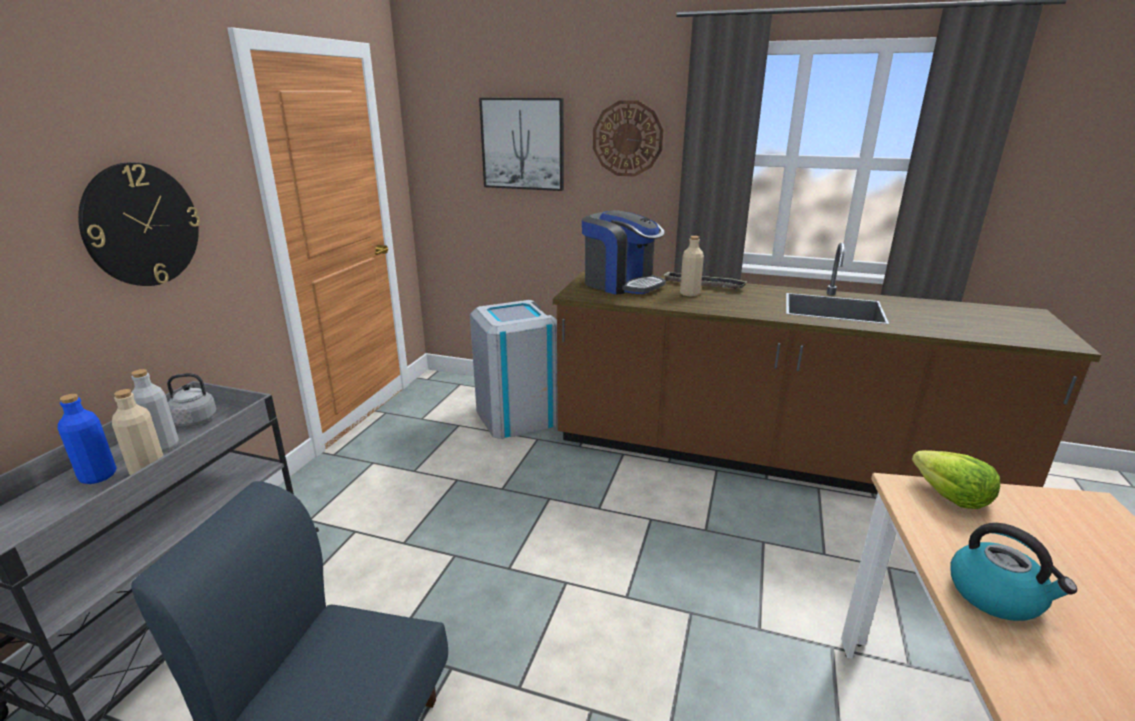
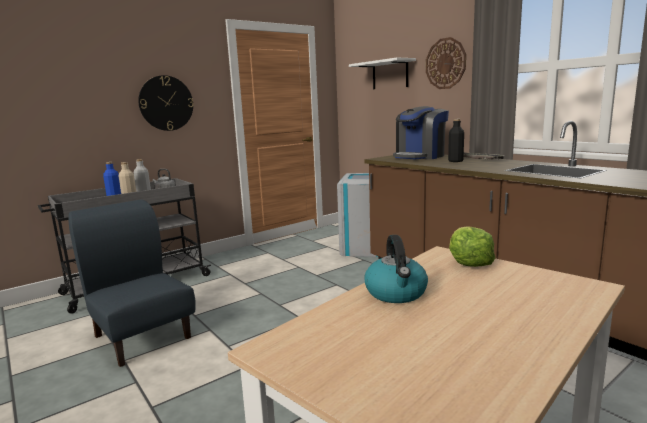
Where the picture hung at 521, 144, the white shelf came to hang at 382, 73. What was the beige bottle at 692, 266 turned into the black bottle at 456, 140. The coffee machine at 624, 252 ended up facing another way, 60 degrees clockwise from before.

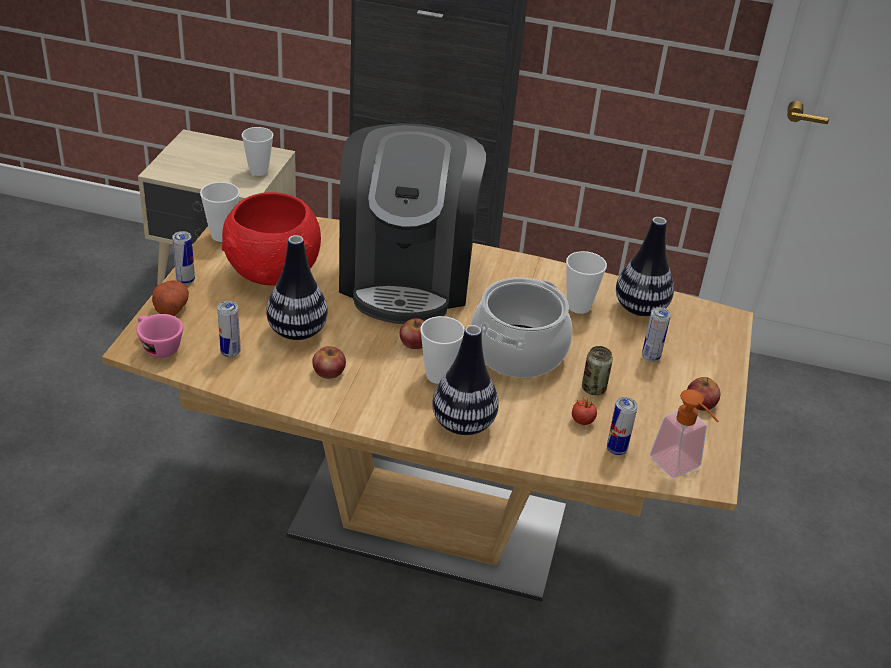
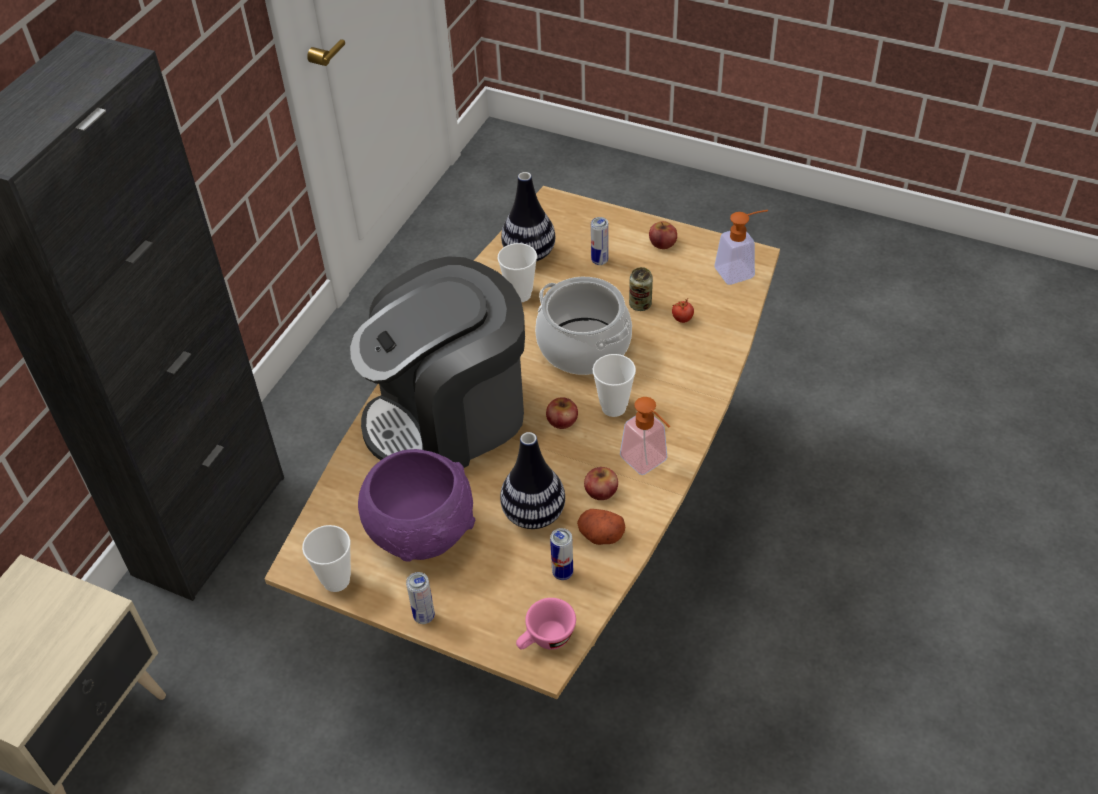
The second view lost the cup at 257, 151. The second view lost the vase at 465, 380. The second view lost the can at 622, 426. The second view gained the soap dispenser at 645, 436. The potato ended up elsewhere, having gone from 170, 298 to 601, 527. What was the red bowl at 271, 239 turned into the purple bowl at 416, 505. The coffee machine at 412, 223 ended up facing another way, 135 degrees clockwise from before.

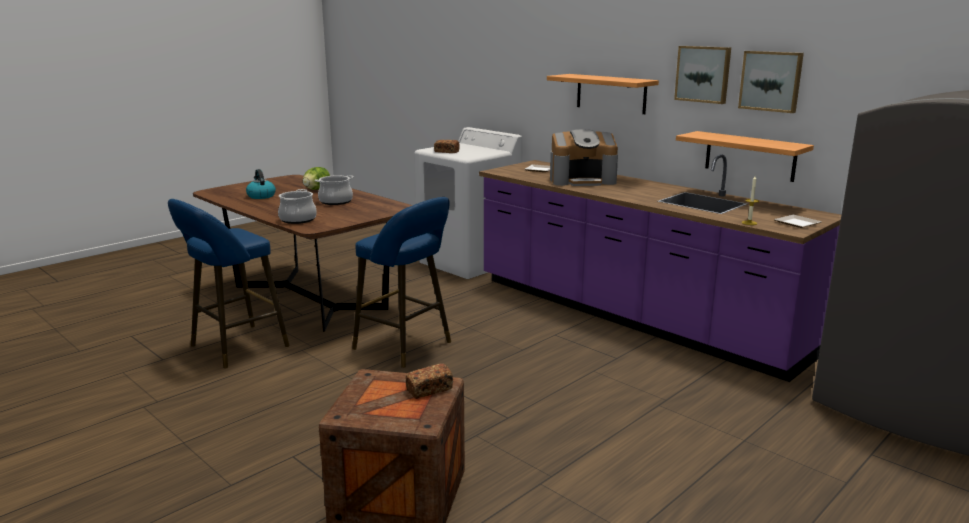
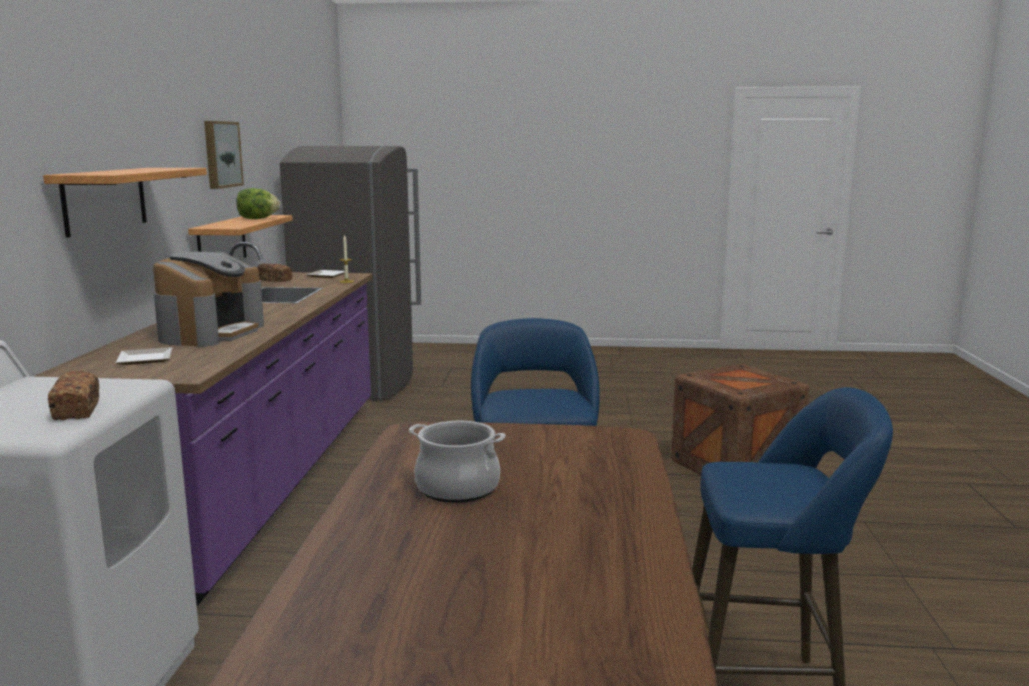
The second view lost the kettle at 261, 184. The second view lost the cooking pot at 297, 206. The second view lost the picture at 702, 75. The lettuce ended up elsewhere, having gone from 316, 178 to 258, 203. The bread ended up elsewhere, having gone from 429, 381 to 274, 272. The coffee machine at 584, 157 ended up facing another way, 60 degrees clockwise from before.

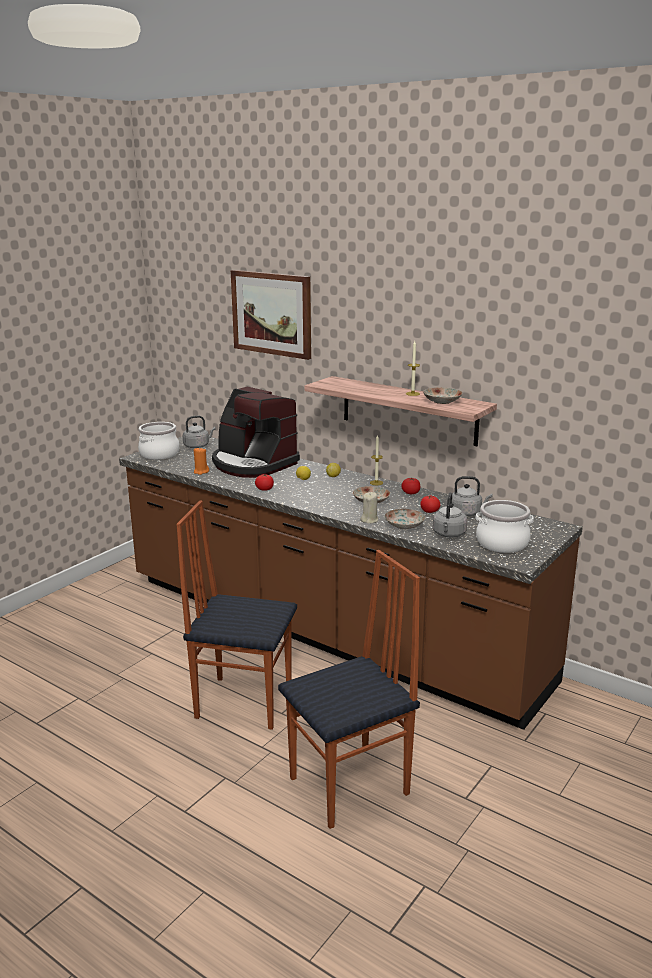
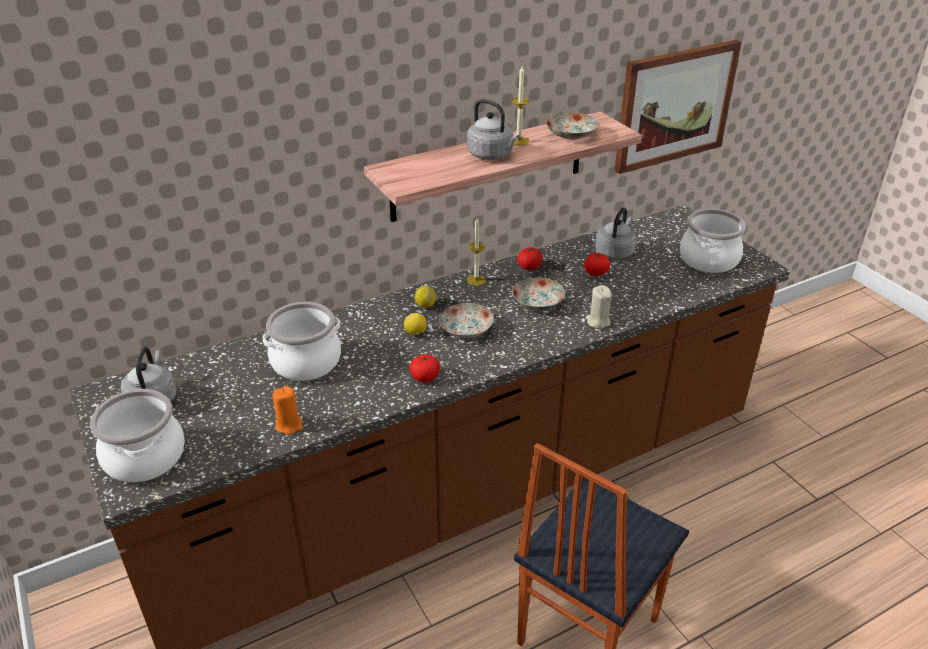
The second view lost the chair at 349, 689. The picture ended up elsewhere, having gone from 271, 315 to 678, 107. The plate ended up elsewhere, having gone from 405, 519 to 466, 320. The grey kettle ended up elsewhere, having gone from 450, 514 to 493, 129. Where the coffee machine stood at 256, 432, the cooking pot came to stand at 302, 341.

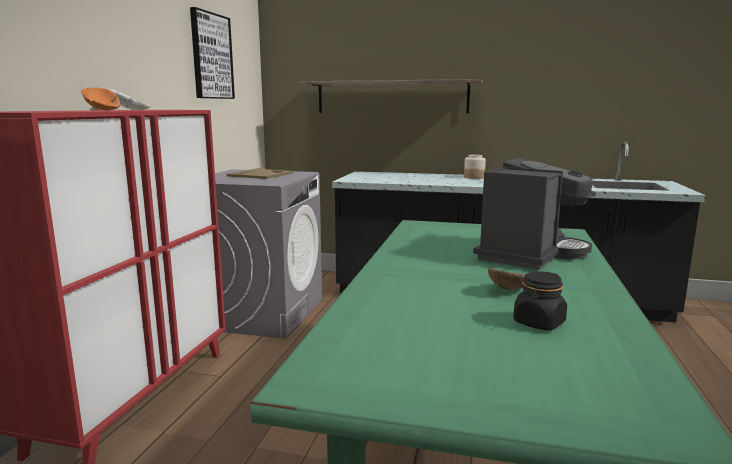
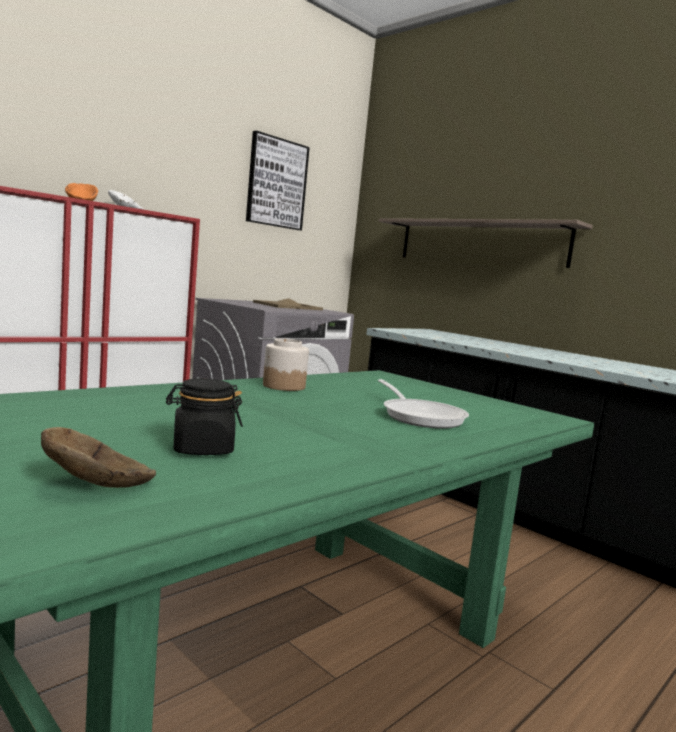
The jar ended up elsewhere, having gone from 475, 167 to 286, 364. The brown bowl ended up elsewhere, having gone from 506, 279 to 98, 457. Where the coffee machine stood at 534, 214, the frying pan came to stand at 423, 404.

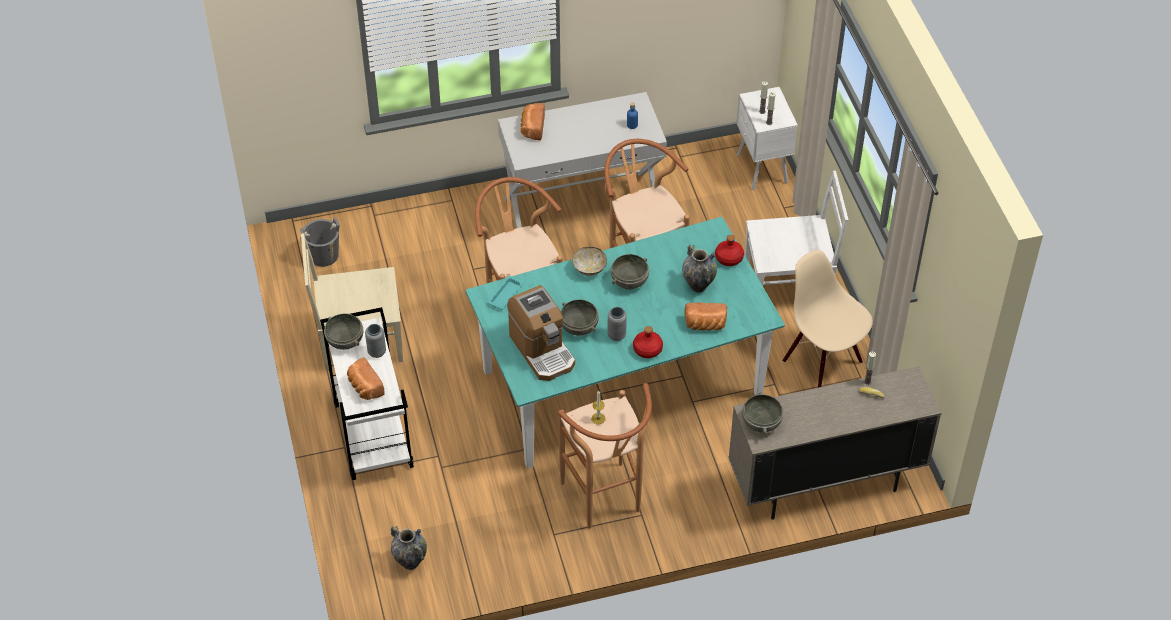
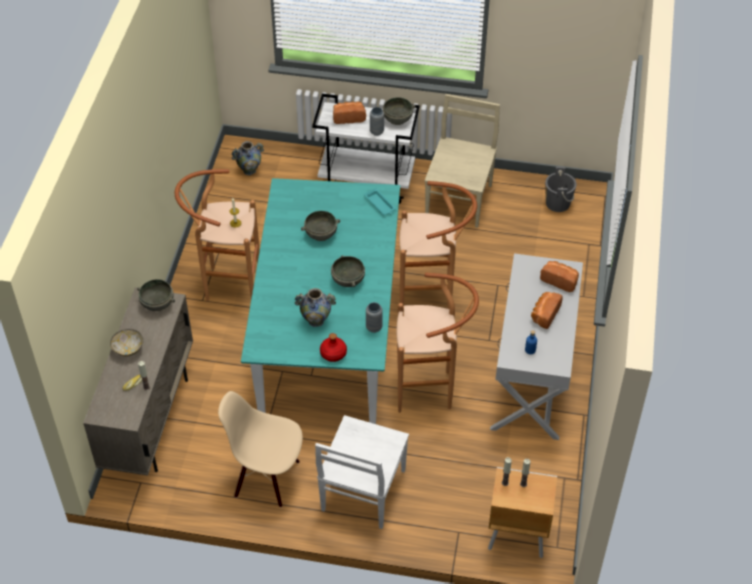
The second view lost the coffee machine at 541, 333. The second view lost the red bottle at 648, 342. The bowl ended up elsewhere, having gone from 589, 261 to 126, 343. The grey vase ended up elsewhere, having gone from 617, 324 to 374, 317. The bread ended up elsewhere, having gone from 706, 317 to 547, 310. What was the white nightstand at 767, 138 turned into the brown nightstand at 522, 512. The beige chair at 827, 319 ended up facing another way, 150 degrees counterclockwise from before.

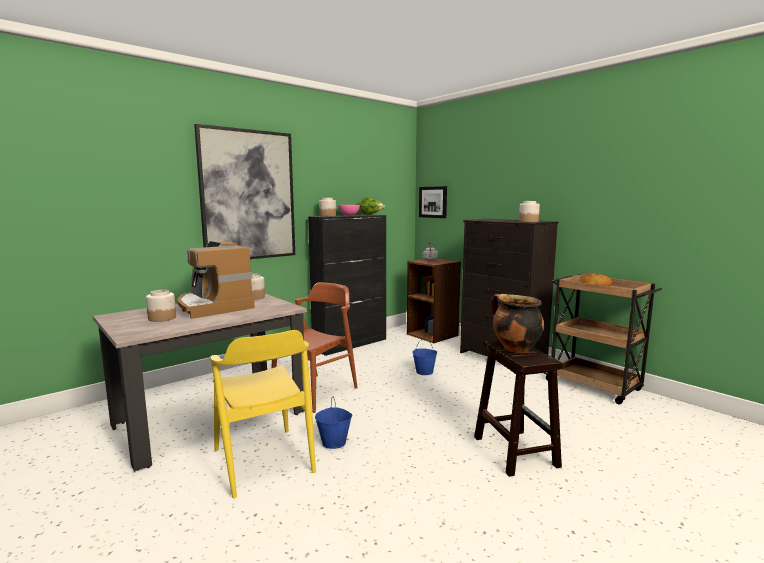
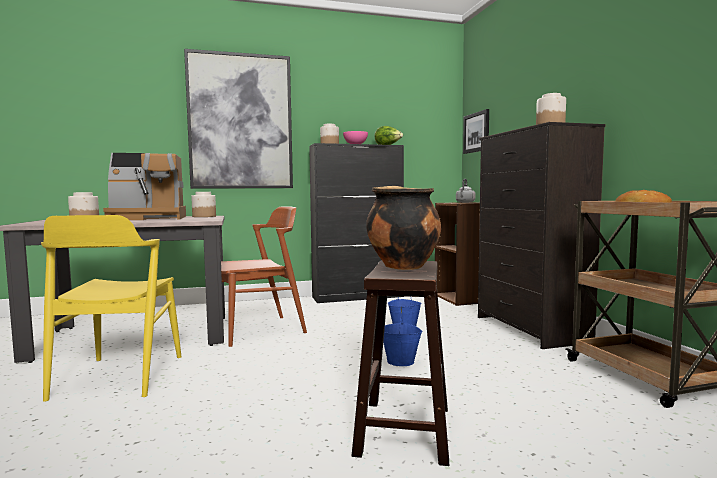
The blue bucket ended up elsewhere, having gone from 334, 422 to 402, 336. The coffee machine at 216, 280 ended up facing another way, 90 degrees counterclockwise from before.

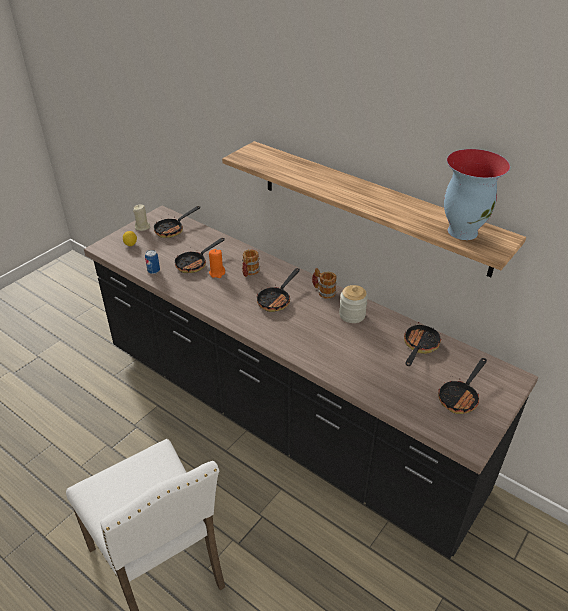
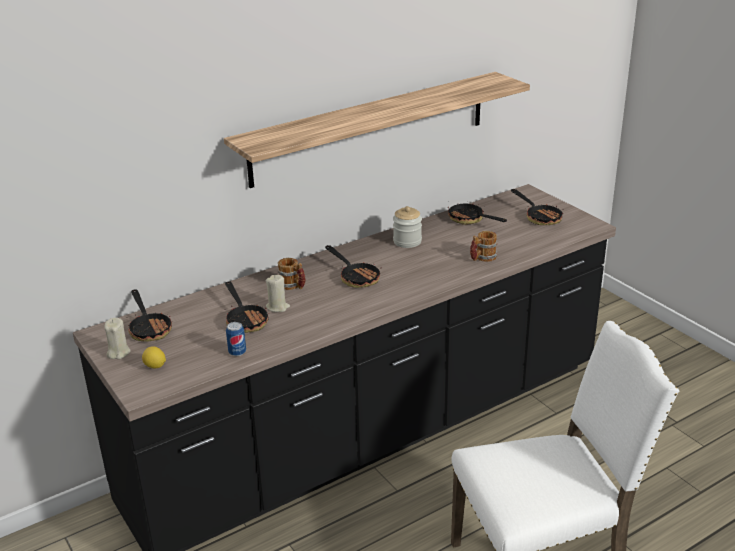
The second view lost the vase at 477, 194. The mug ended up elsewhere, having gone from 324, 283 to 483, 246. What was the orange candle at 217, 263 turned into the beige candle at 278, 293.

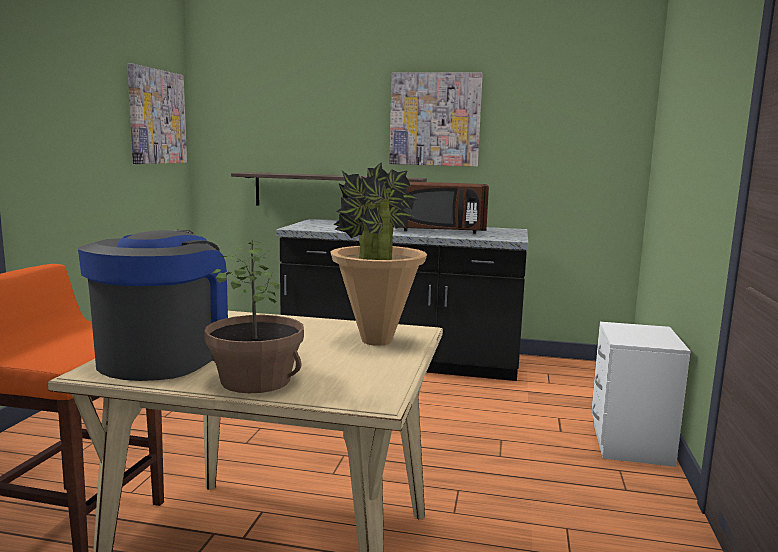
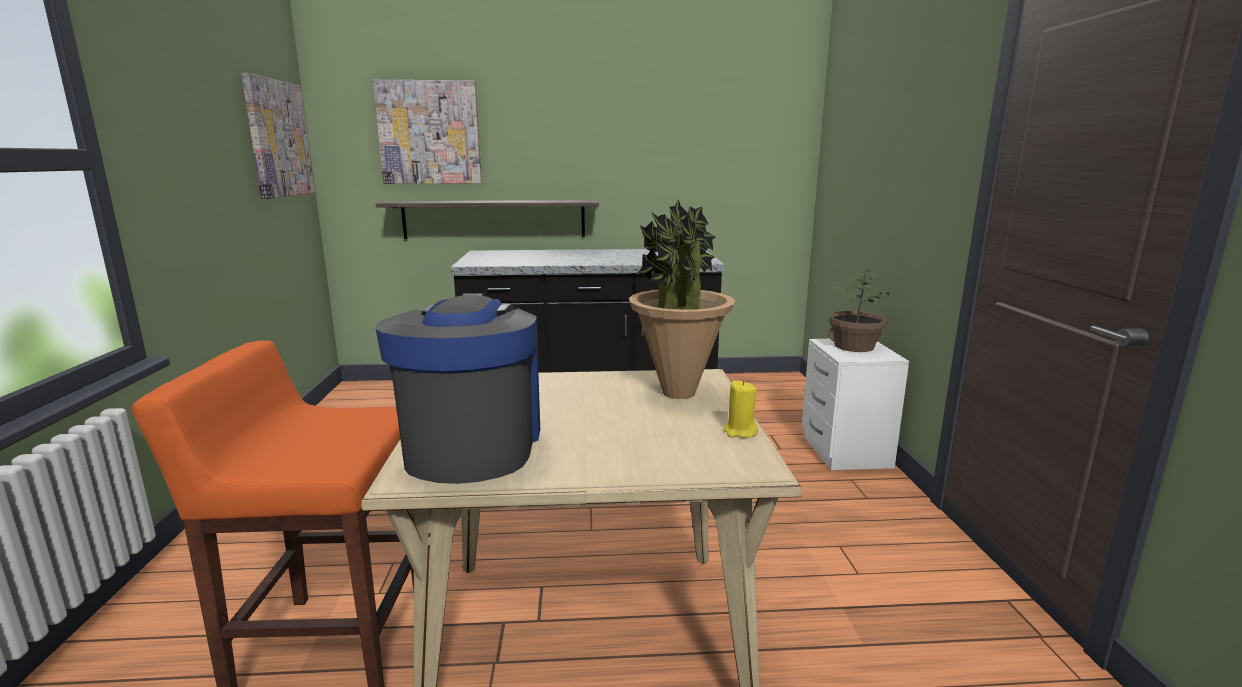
The second view lost the brown microwave at 441, 208. The second view gained the yellow candle at 740, 409. The potted plant ended up elsewhere, having gone from 254, 316 to 858, 310. The picture ended up elsewhere, having gone from 436, 119 to 427, 132.

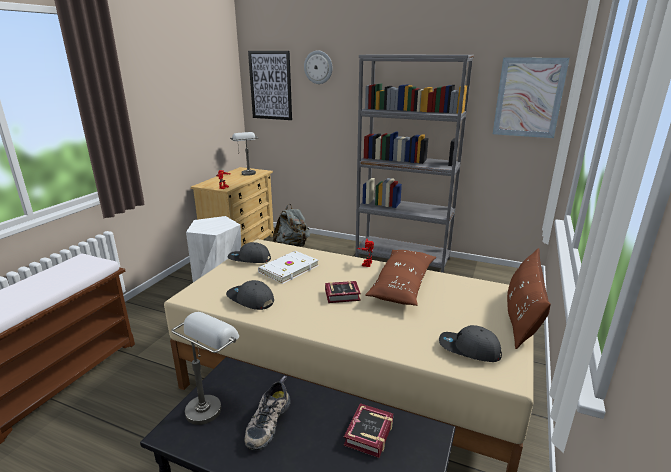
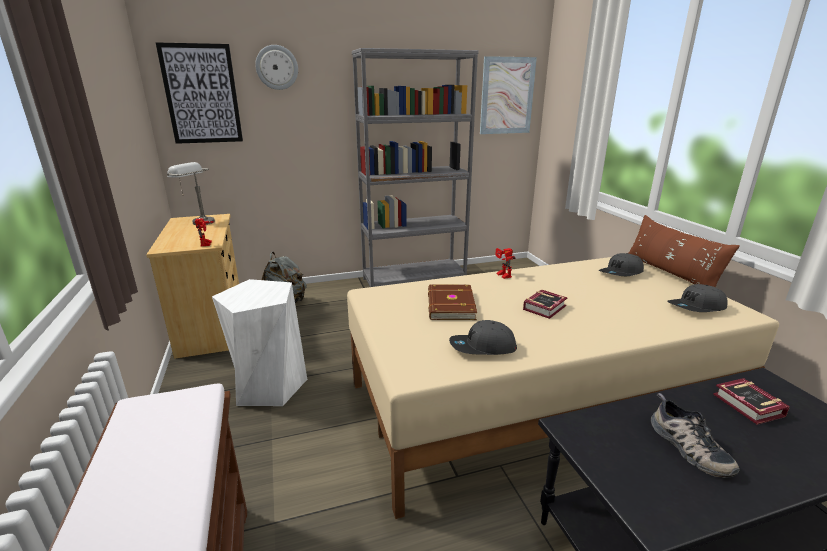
The second view lost the grey table lamp at 205, 368. The second view lost the brown pillow at 400, 278. The grey cap ended up elsewhere, having gone from 249, 252 to 621, 264. What was the white book at 288, 267 turned into the brown book at 452, 302.

